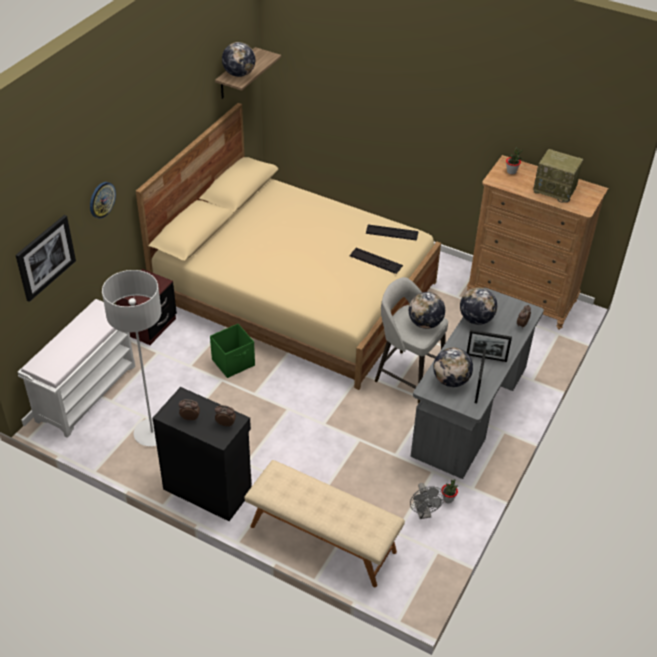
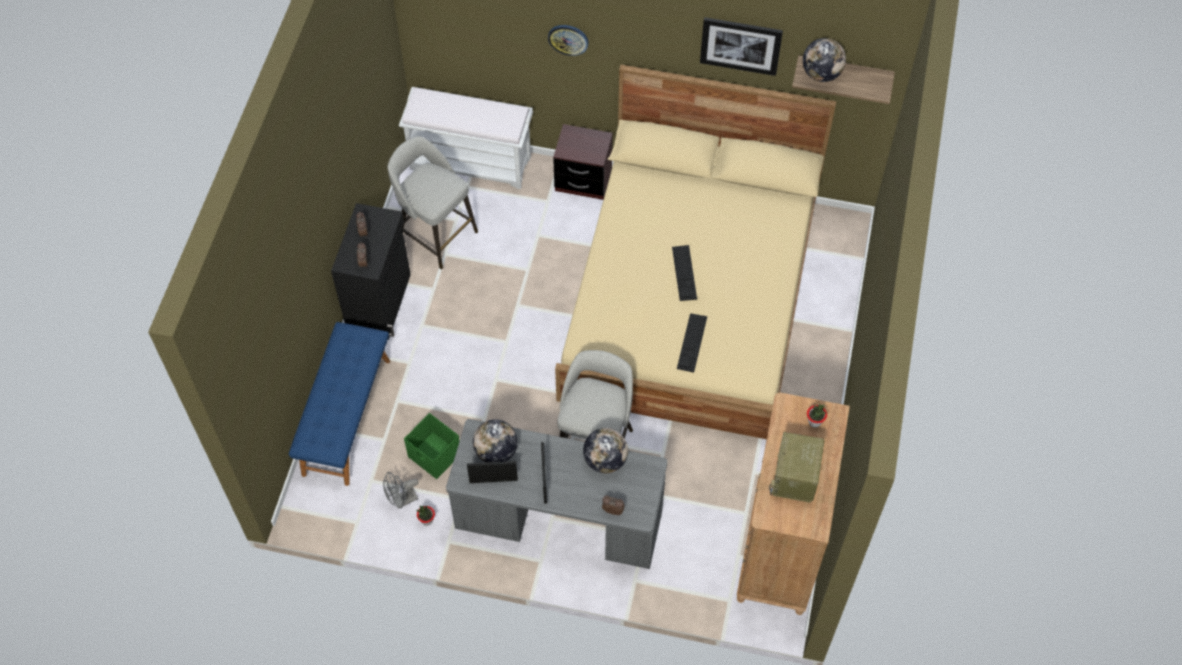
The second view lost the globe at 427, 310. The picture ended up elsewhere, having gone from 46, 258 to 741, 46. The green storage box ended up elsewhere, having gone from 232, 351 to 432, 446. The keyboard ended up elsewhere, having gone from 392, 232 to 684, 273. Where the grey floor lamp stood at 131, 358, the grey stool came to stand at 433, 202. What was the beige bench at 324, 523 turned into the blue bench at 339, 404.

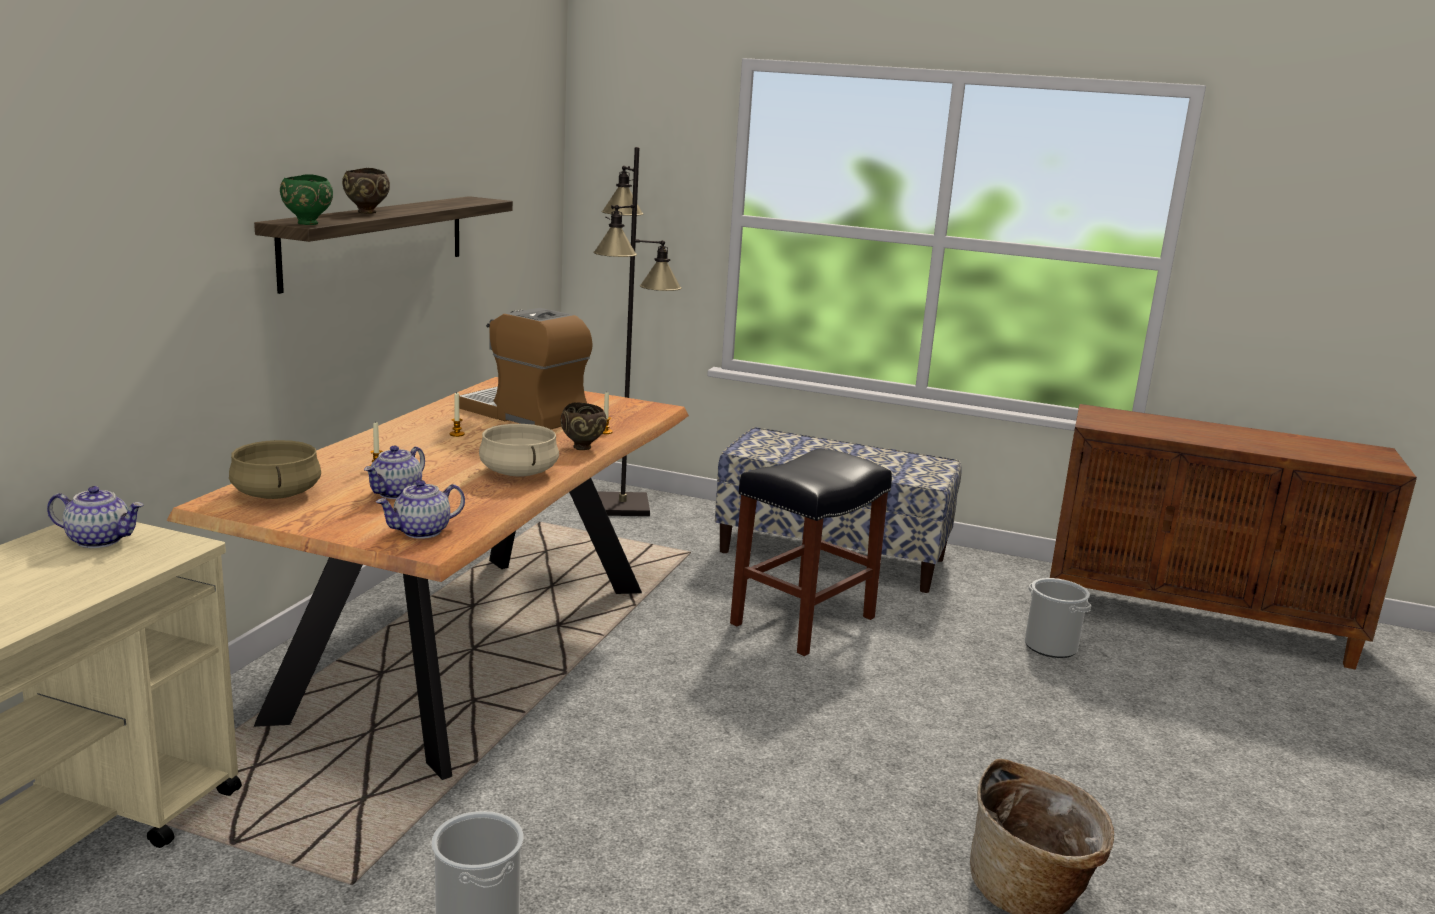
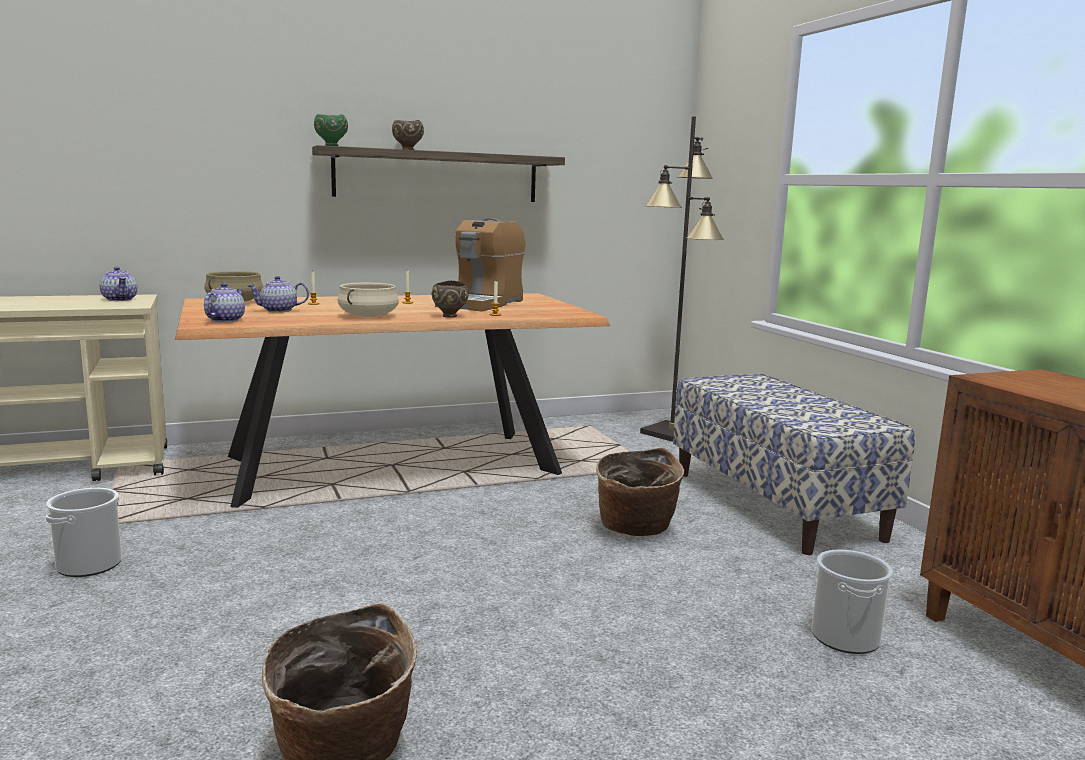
Where the black stool stood at 811, 552, the basket came to stand at 640, 492. The teapot at 420, 509 ended up facing another way, 90 degrees clockwise from before. The coffee machine at 526, 368 ended up facing another way, 150 degrees counterclockwise from before.

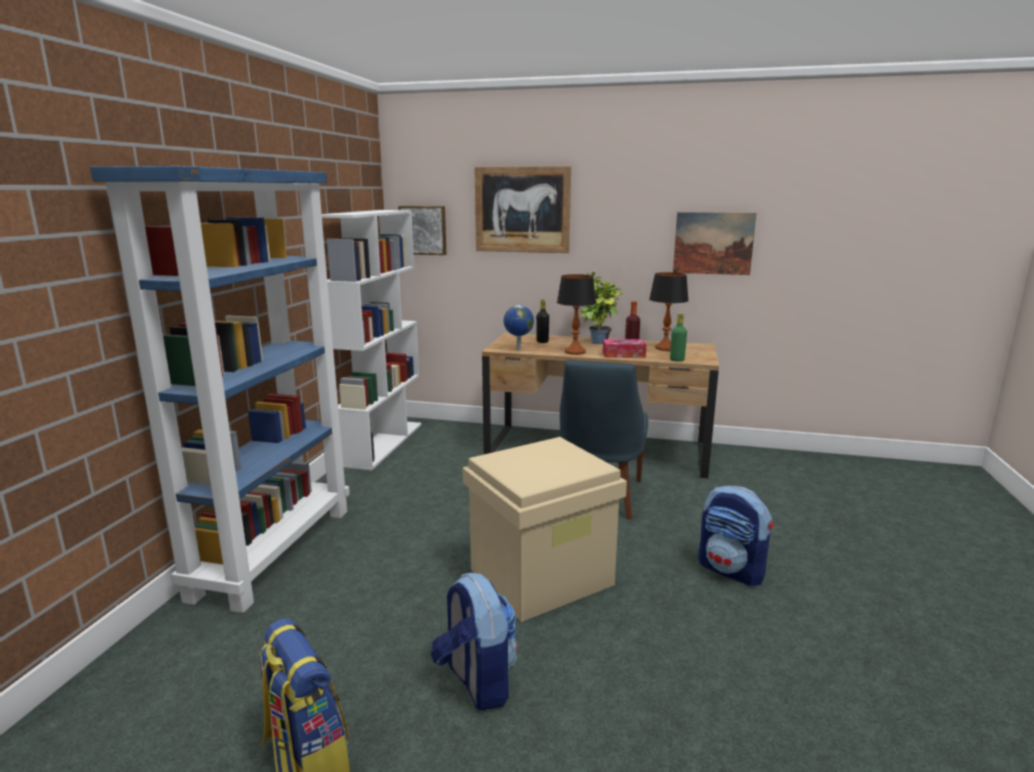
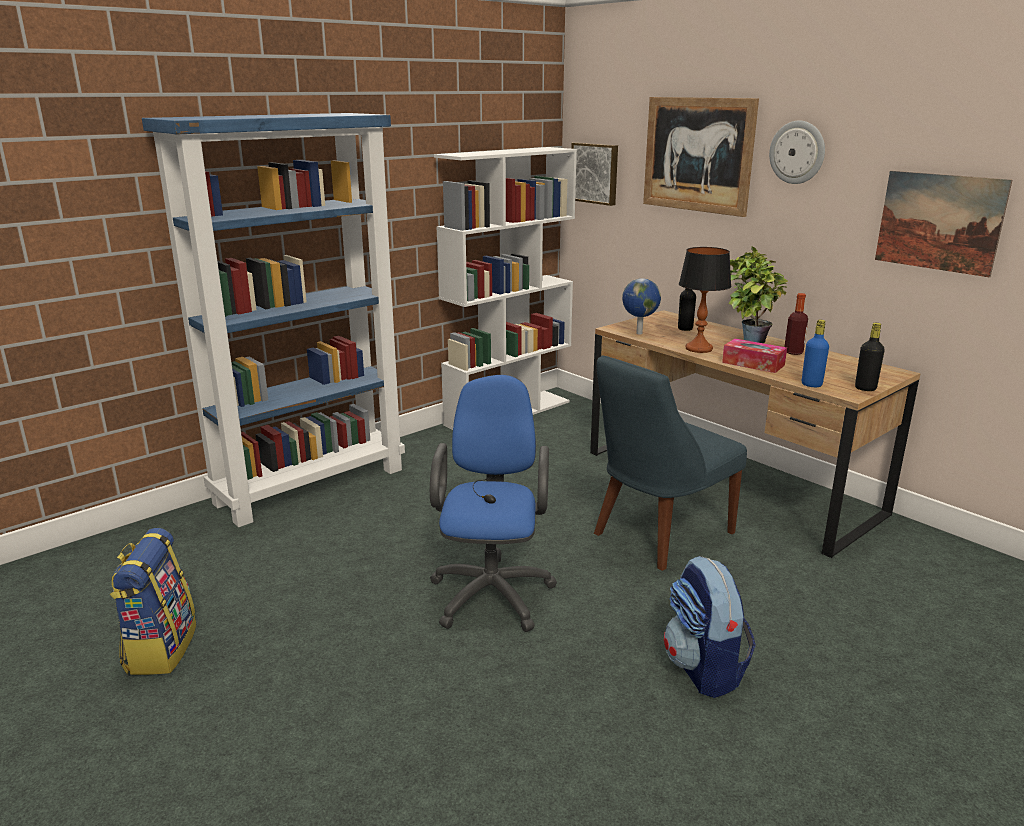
The second view lost the backpack at 474, 642. The second view lost the table lamp at 669, 311. The second view gained the wall clock at 797, 152. The second view gained the black bottle at 870, 357. Where the beige storage box stood at 544, 529, the blue office chair came to stand at 493, 503. What was the green bottle at 678, 337 turned into the blue bottle at 815, 353.

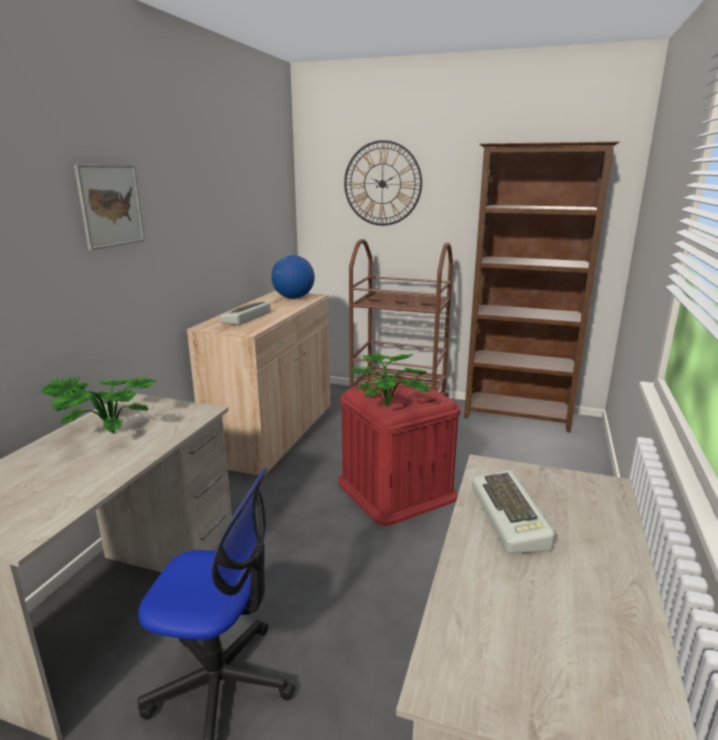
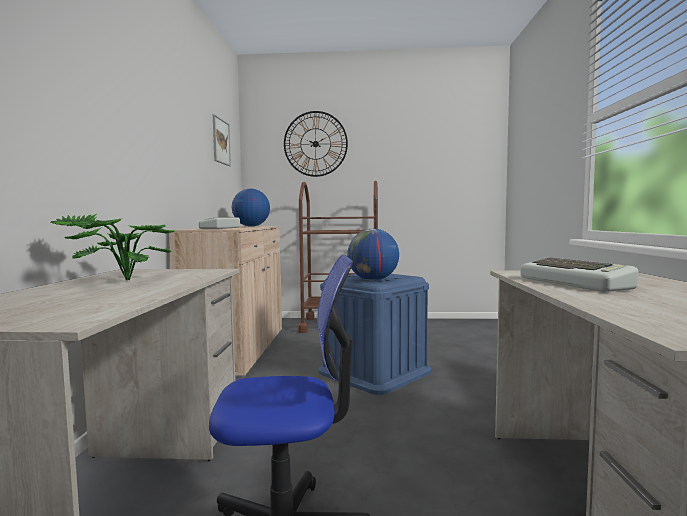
The second view lost the brown bookcase at 542, 287. The picture ended up elsewhere, having gone from 109, 207 to 222, 140. Where the potted plant stood at 391, 380, the globe came to stand at 373, 255. What was the red storage box at 399, 451 turned into the blue storage box at 374, 334.

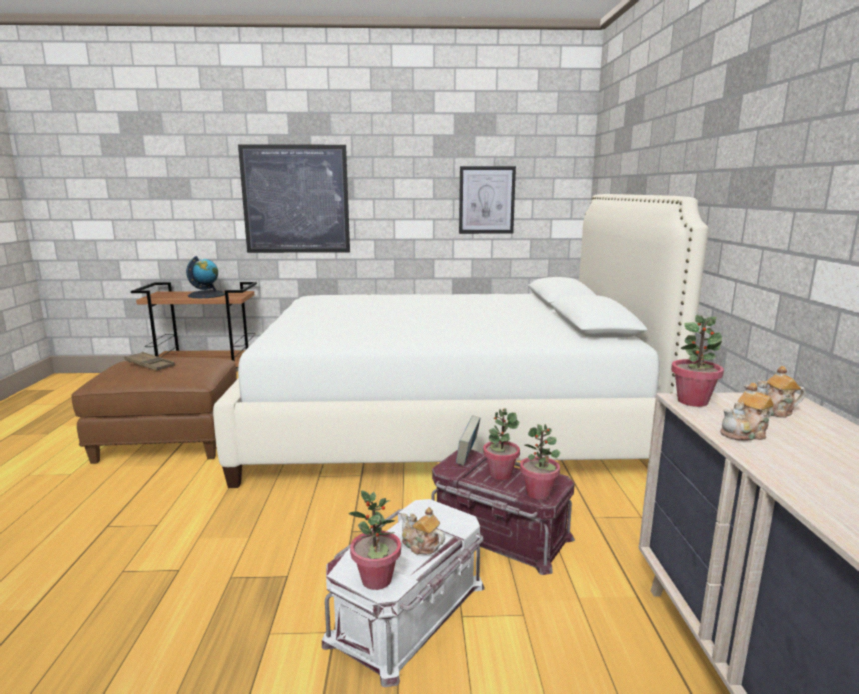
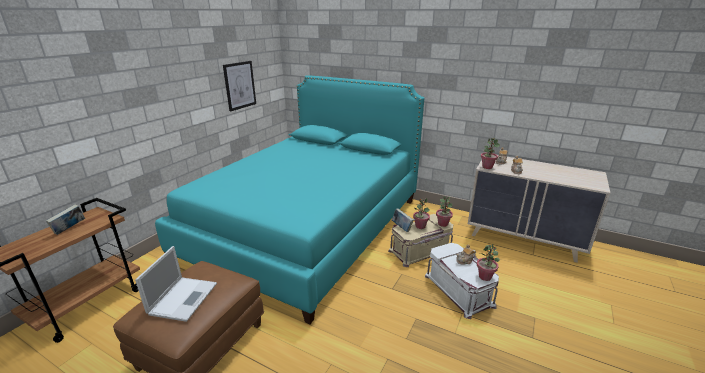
The second view lost the picture at 294, 198. Where the brown tray stood at 149, 361, the laptop came to stand at 176, 284. Where the globe stood at 205, 277, the book came to stand at 65, 219. What was the white bed at 461, 341 turned into the turquoise bed at 289, 199. What was the red storage box at 503, 512 turned into the beige storage box at 420, 240.

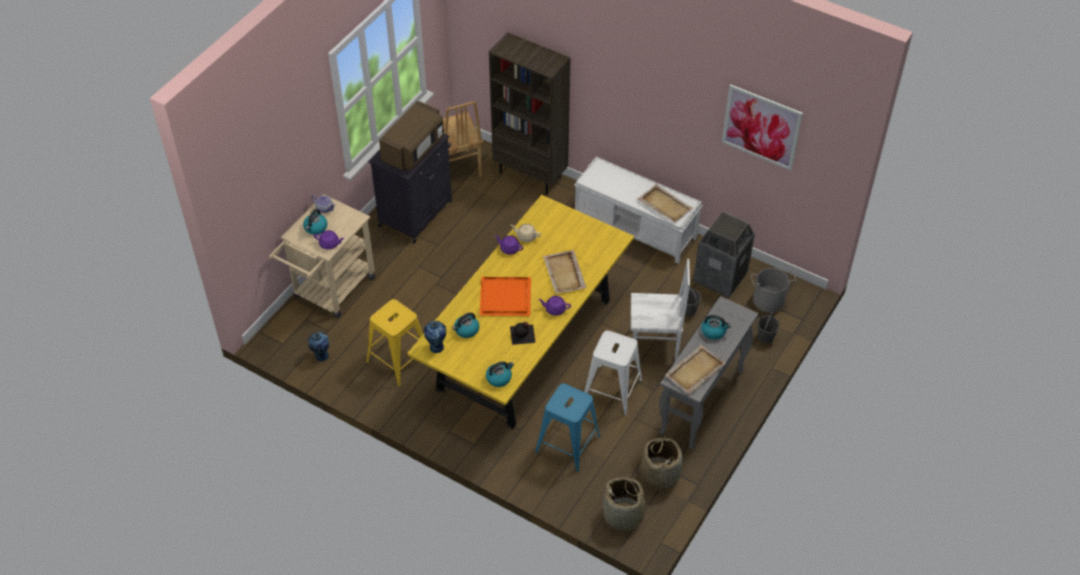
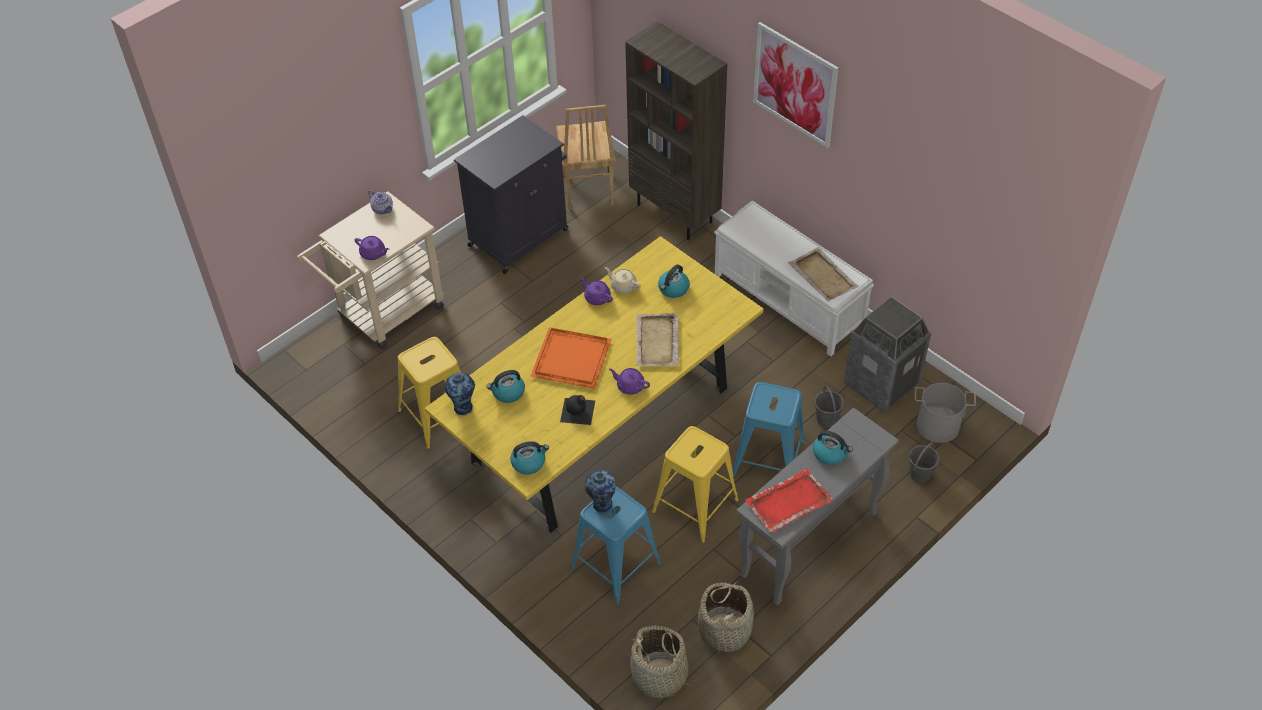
The second view lost the brown microwave at 411, 136. The kettle ended up elsewhere, having gone from 315, 222 to 674, 281. The vase ended up elsewhere, having gone from 318, 346 to 600, 491. The picture ended up elsewhere, having gone from 762, 127 to 796, 85. Where the white chair stood at 660, 310, the blue stool came to stand at 769, 429. What was the white stool at 613, 373 turned into the yellow stool at 695, 484. What was the beige tray at 695, 369 turned into the red tray at 789, 500.

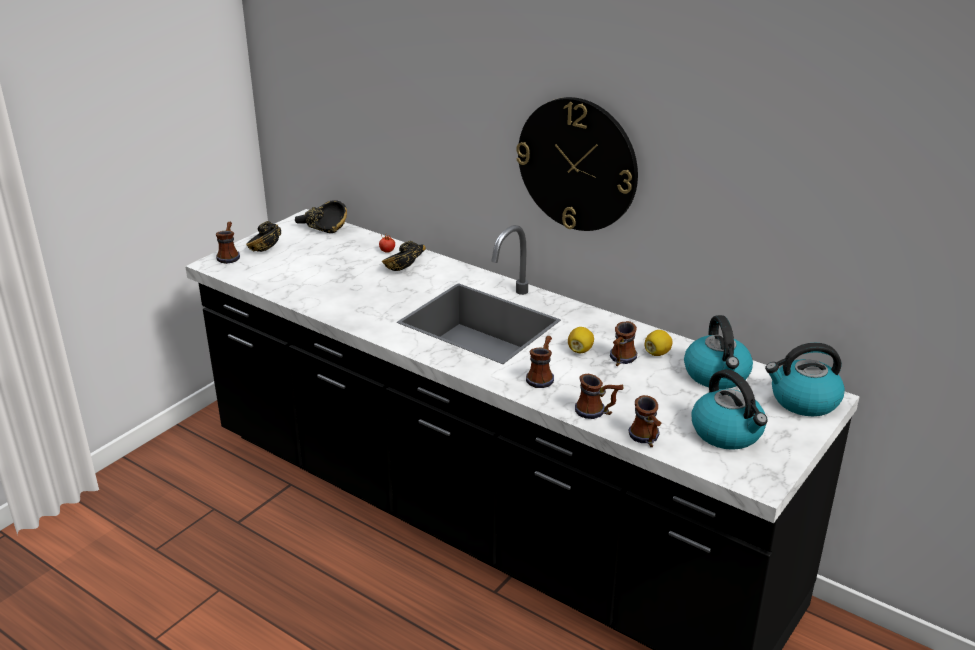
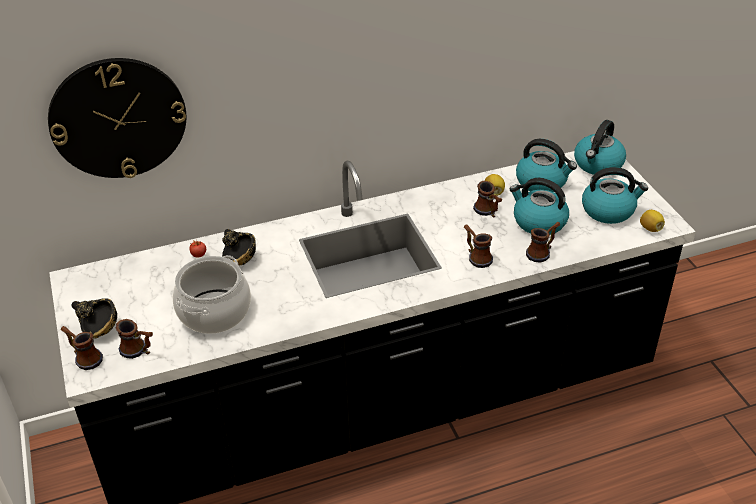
The second view lost the black bowl at 321, 216. The second view gained the cooking pot at 212, 294. The second view gained the kettle at 539, 206. The wall clock ended up elsewhere, having gone from 577, 164 to 117, 118. The lemon ended up elsewhere, having gone from 581, 340 to 652, 221. The mug ended up elsewhere, having gone from 645, 421 to 134, 339.

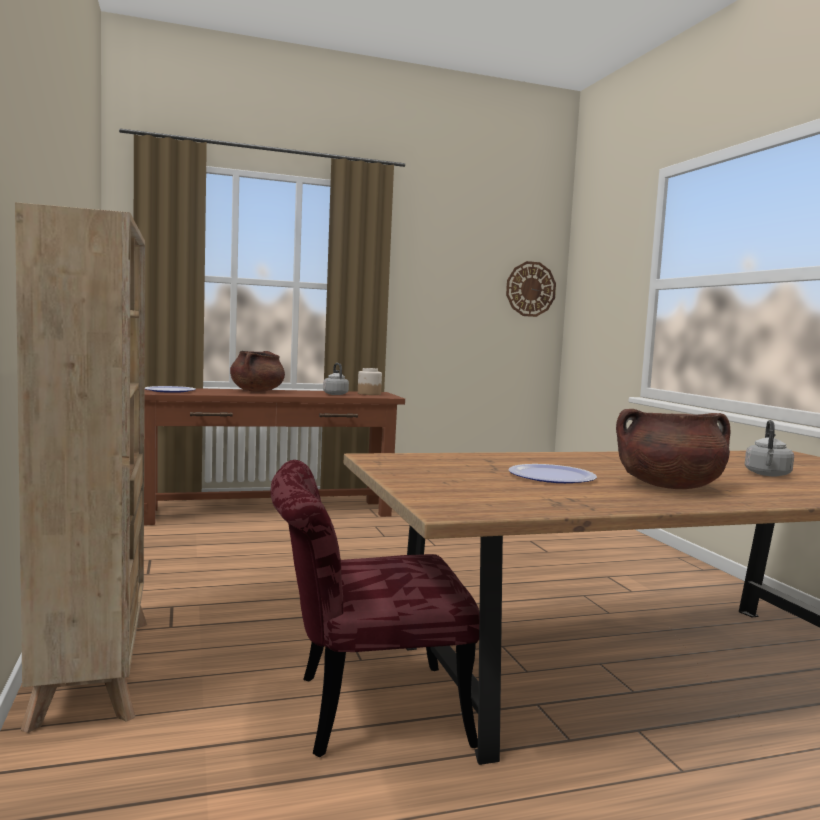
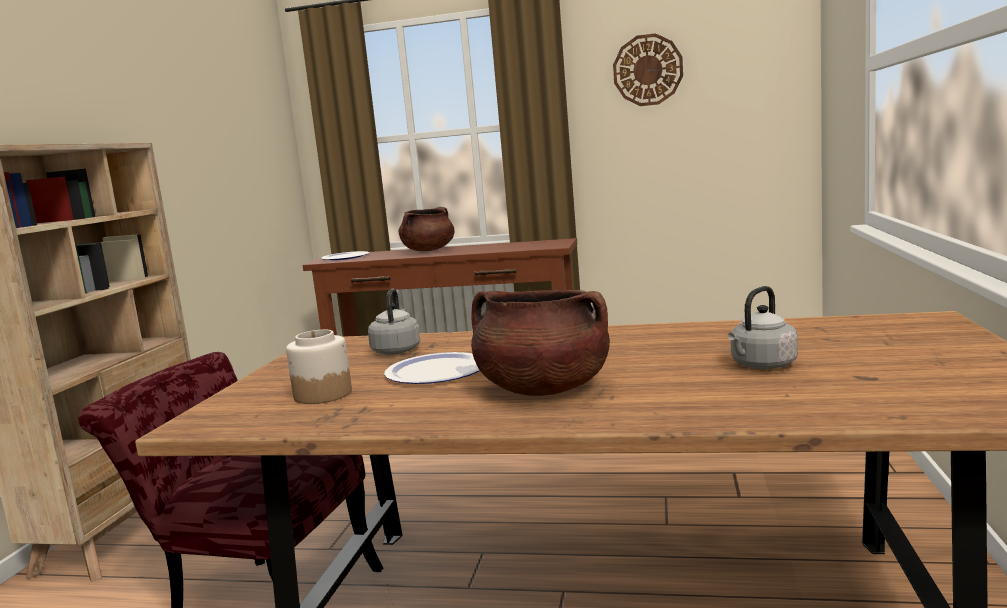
The grey kettle ended up elsewhere, having gone from 336, 379 to 394, 322. The jar ended up elsewhere, having gone from 370, 381 to 319, 367. The wall clock ended up elsewhere, having gone from 531, 289 to 648, 69.

